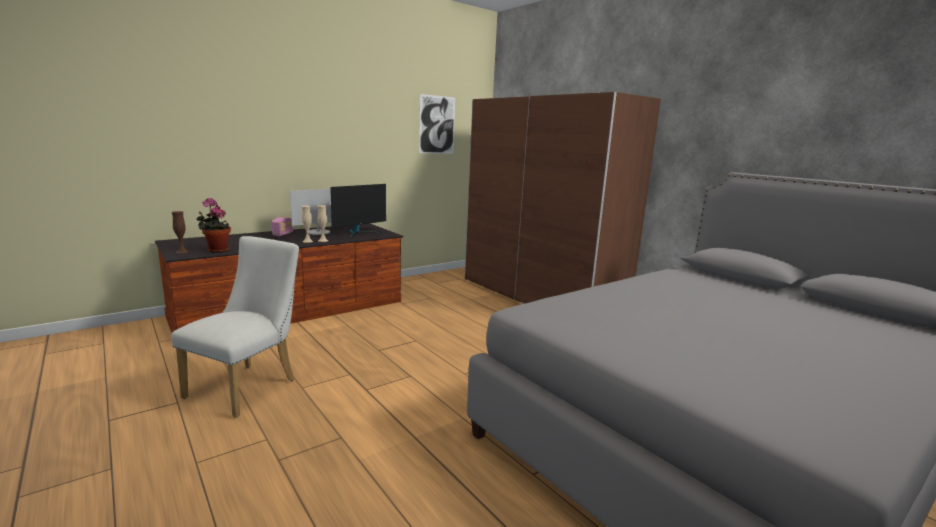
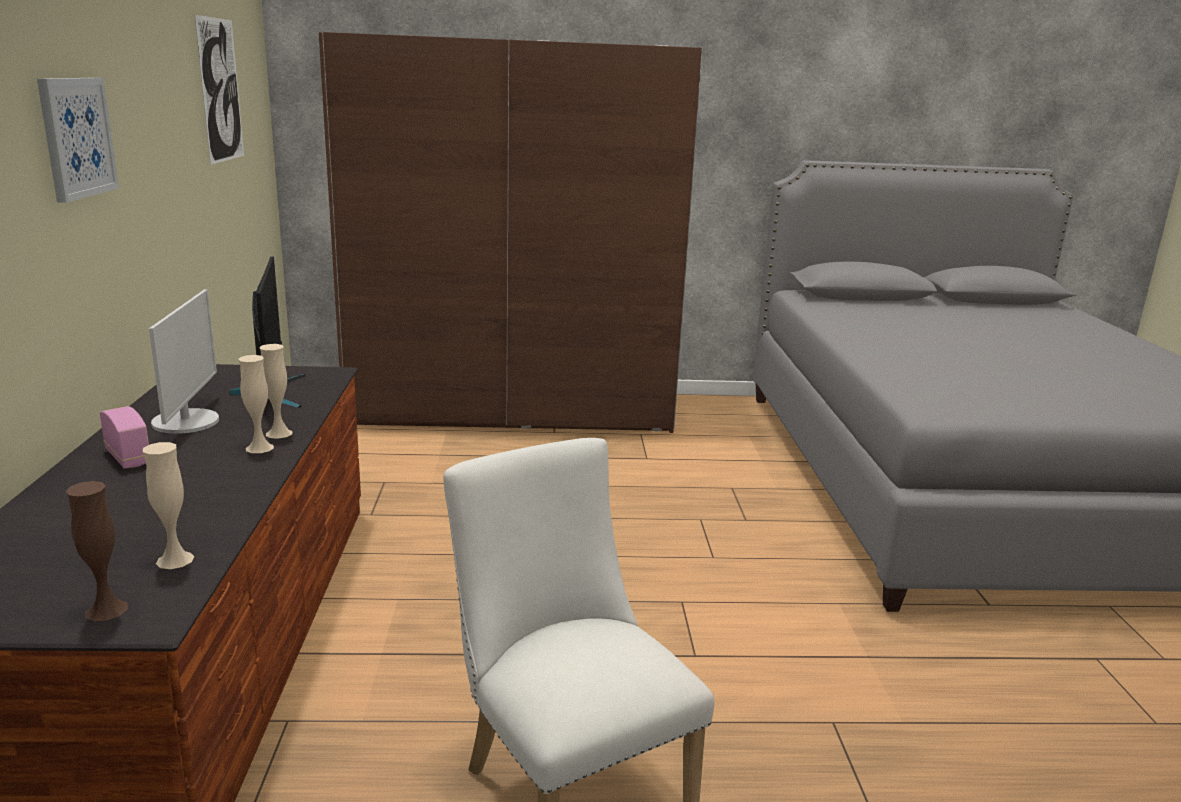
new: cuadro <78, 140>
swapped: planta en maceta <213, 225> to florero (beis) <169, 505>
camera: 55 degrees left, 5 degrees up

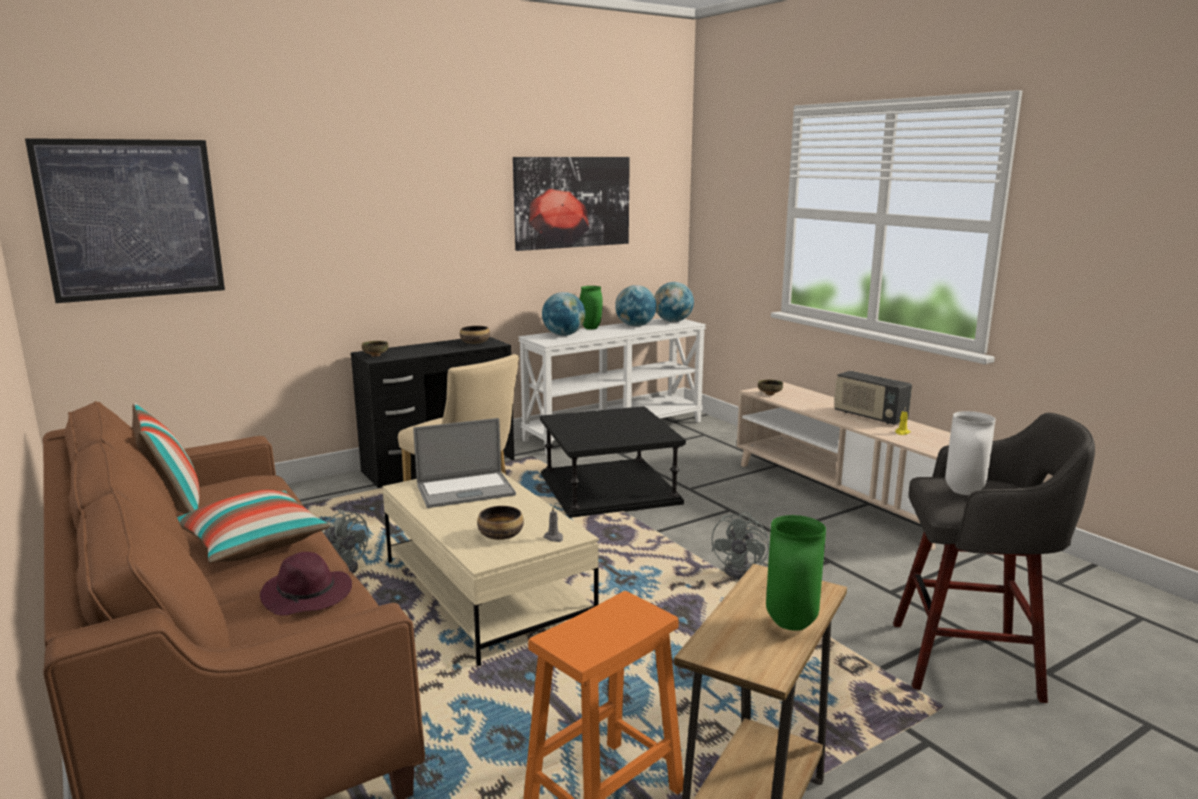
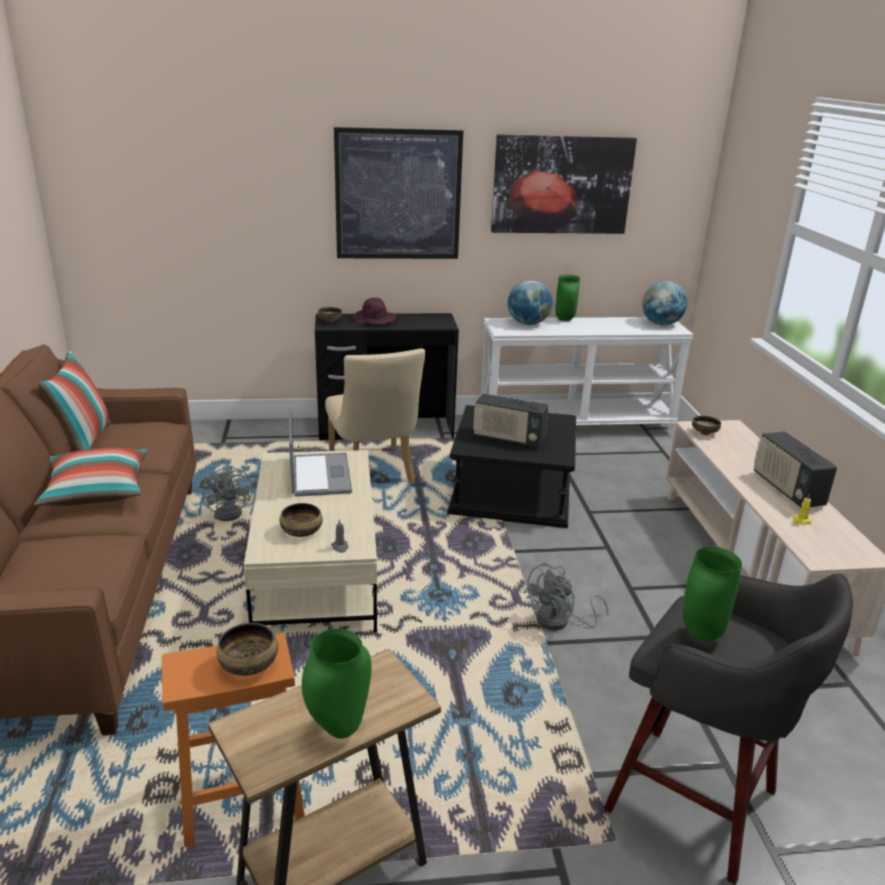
gone: globo terráqueo <636, 306>
new: radio <511, 420>
shifted: cuenco <475, 335> to <247, 649>; cuadro <125, 220> to <398, 193>; sombrero (morado) <306, 583> to <374, 311>
repainted: florero (blanco) <970, 453> to florero (verde) <712, 594>
rotated: portátil <464, 463> = <320, 452> 105 degrees counterclockwise
camera: 25 degrees right, 10 degrees up

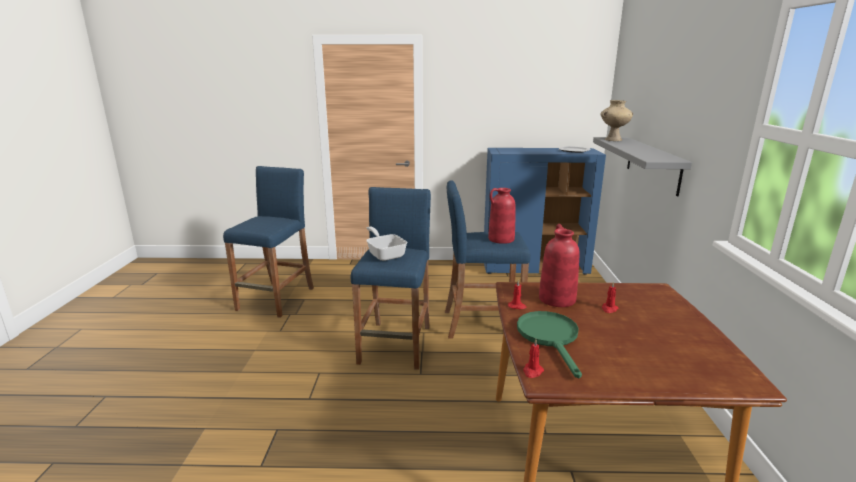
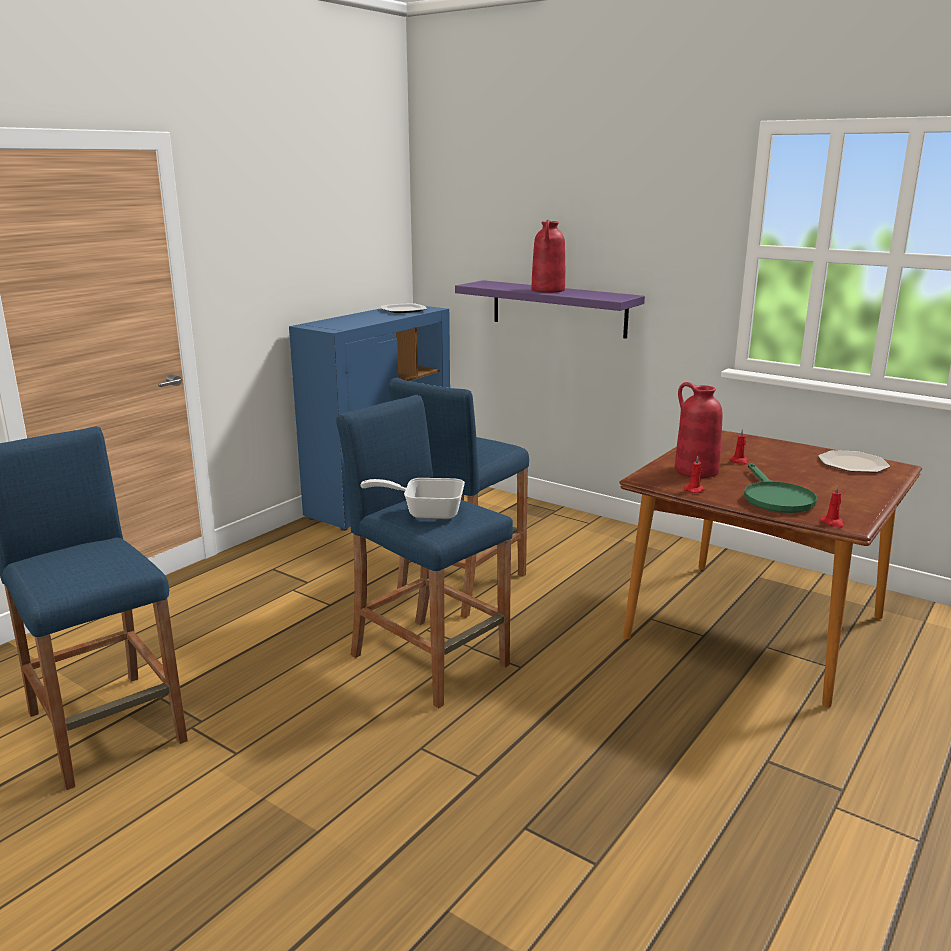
gone: florero (beis) <616, 120>
new: plato <854, 461>
shifted: florero (rojo) <501, 216> to <548, 256>
repainted: estante (gris) <642, 166> to estante (morado) <550, 309>
rotated: sartén (verde) <549, 344> = <780, 488> 120 degrees counterclockwise
camera: 55 degrees left, 0 degrees up

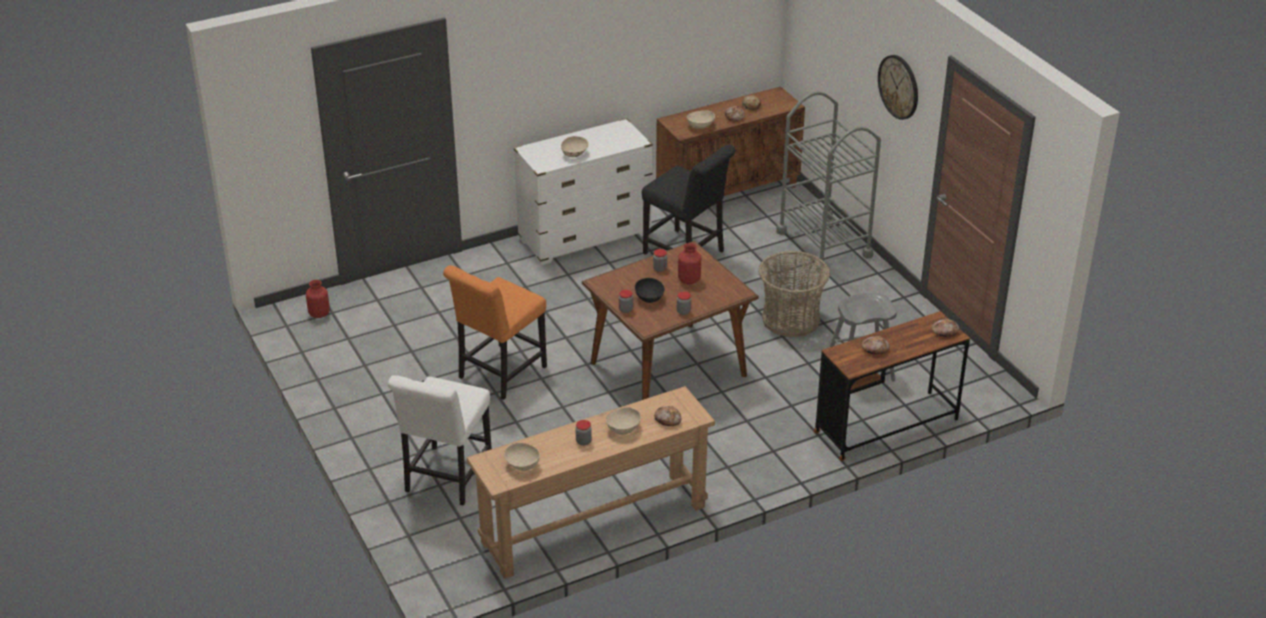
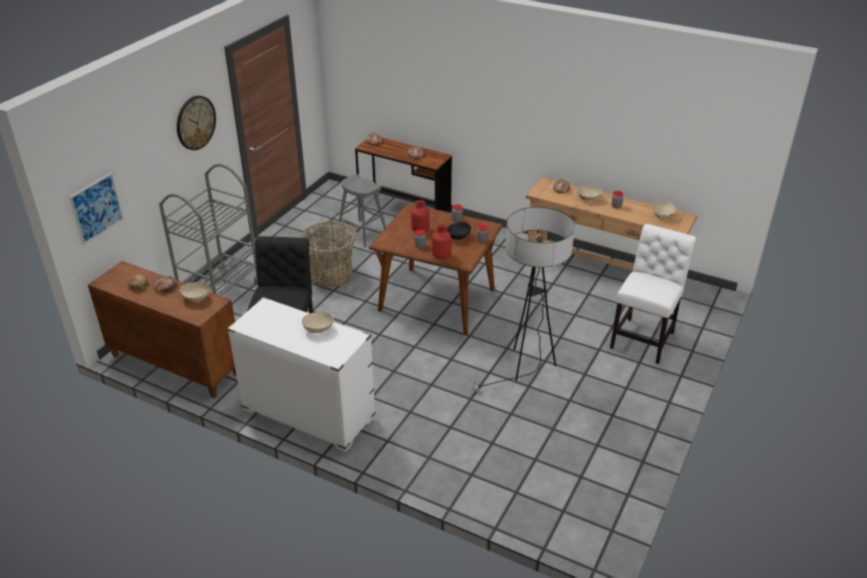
new: cuadro <96, 208>
shifted: florero (rojo) <318, 299> to <441, 242>
swapped: silla (naranja) <495, 332> to lámpara de pie <523, 300>
rotated: silla (blanco) <440, 440> = <653, 294> 45 degrees counterclockwise
camera: 125 degrees left, 0 degrees up

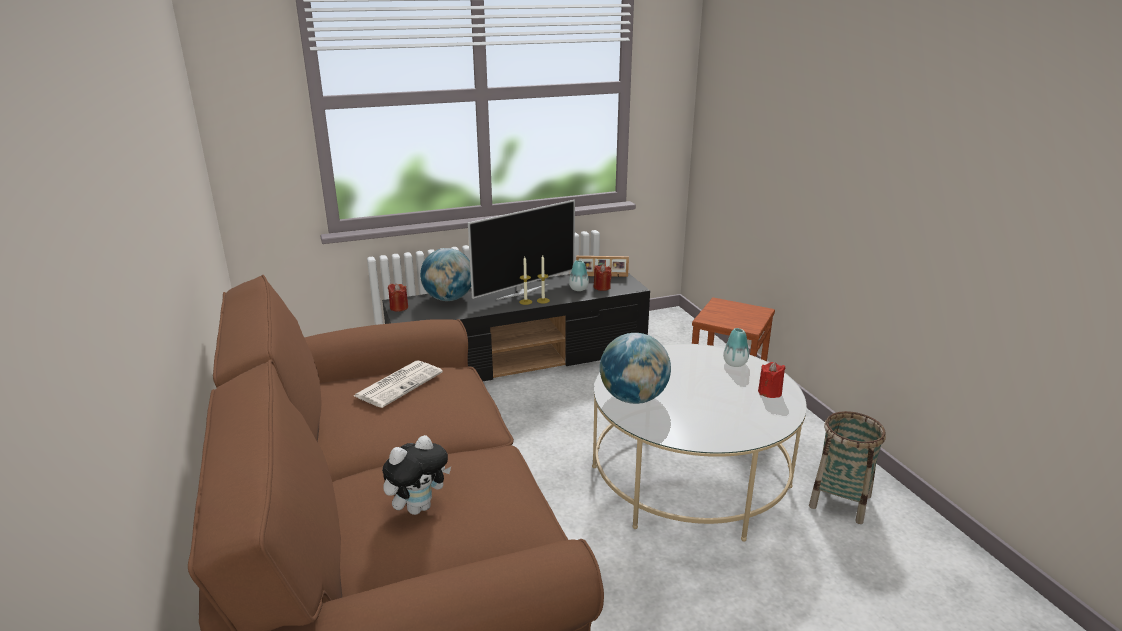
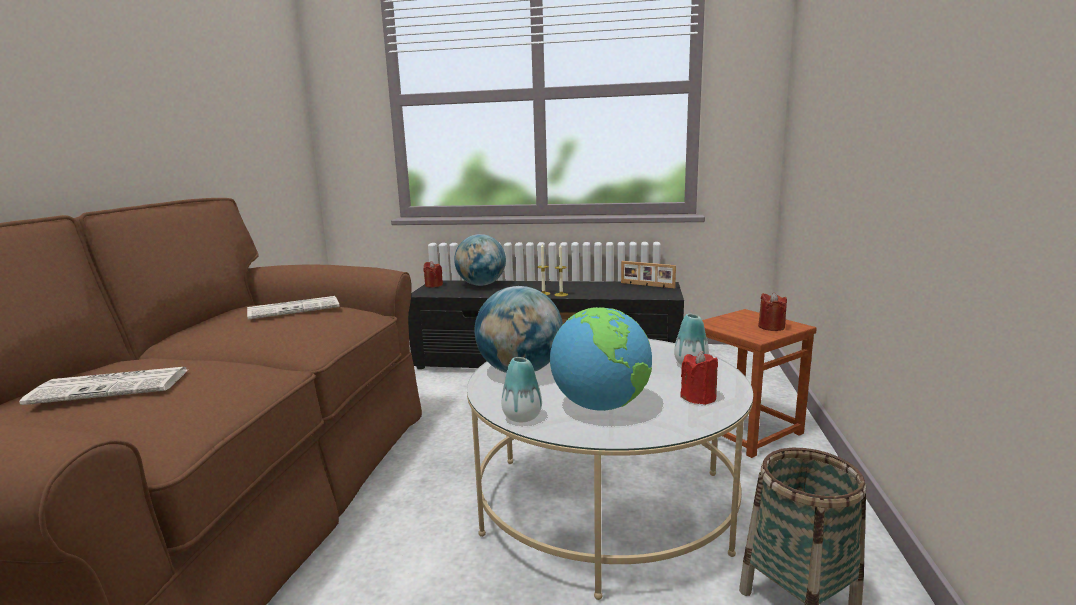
gone: televisor <521, 250>
new: globo terráqueo <601, 359>
shifted: florero <579, 275> to <521, 389>; vela (rojo) <603, 277> to <772, 311>
swapped: peluche <416, 475> to periódico <103, 386>
camera: 30 degrees right, 10 degrees down

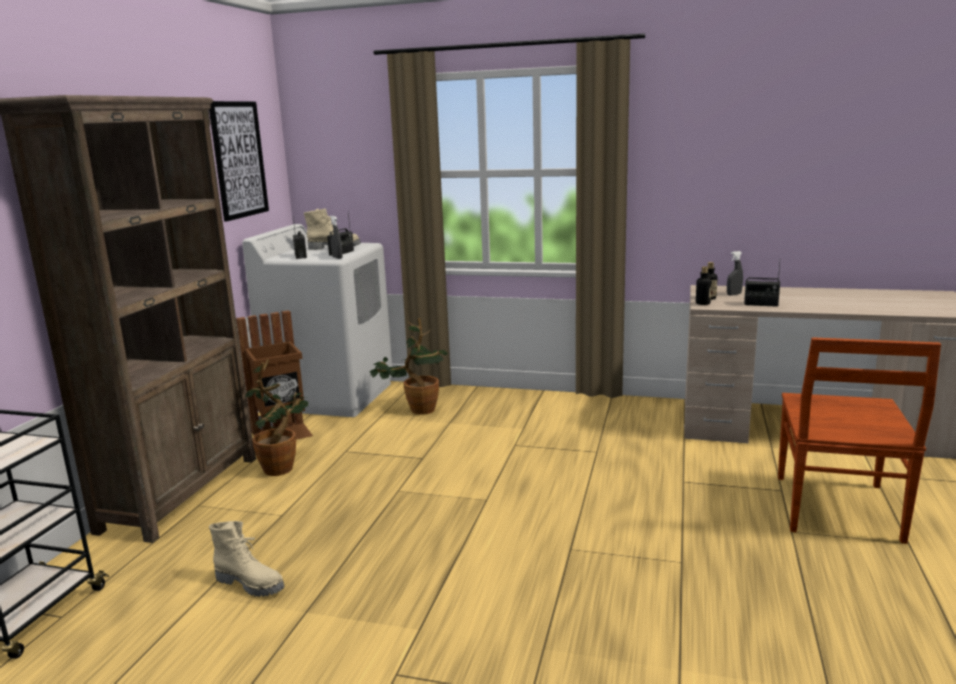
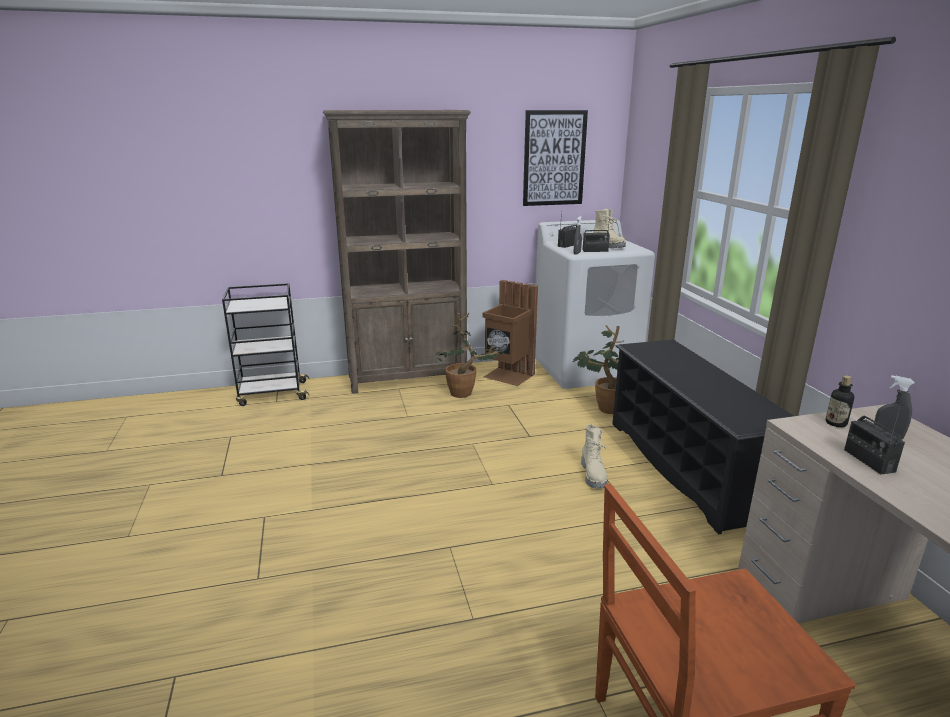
gone: botella <704, 285>
new: zapatero (negro) <703, 437>
shifted: bota (beis) <246, 559> to <594, 456>
camera: 60 degrees right, 5 degrees up

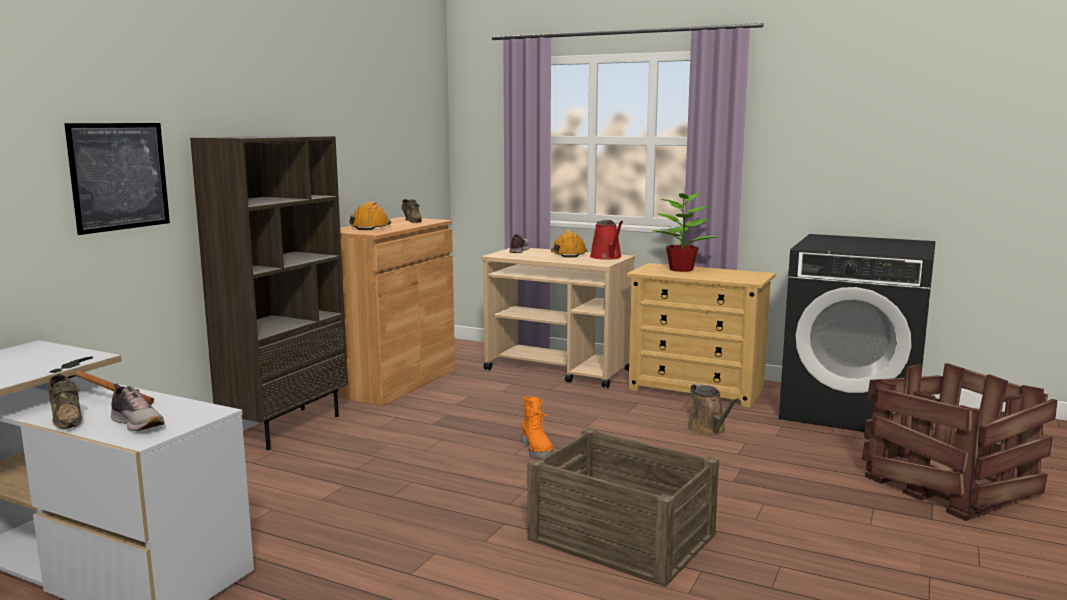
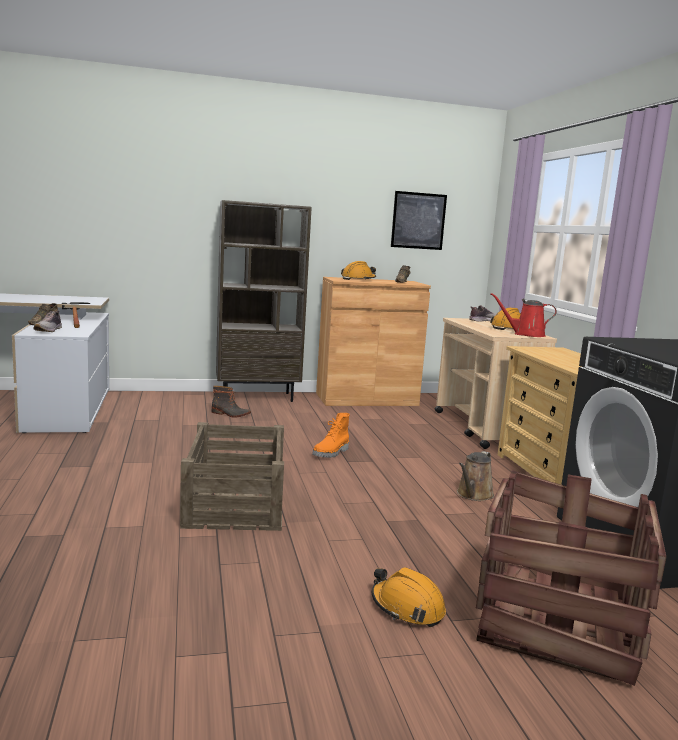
gone: planta en maceta <686, 230>
new: bota <231, 402>; casco (naranja) <409, 597>
shifted: cuadro <117, 179> to <419, 220>
rotated: regadera (rojo) <606, 240> = <523, 315> 60 degrees clockwise
camera: 50 degrees right, 0 degrees up

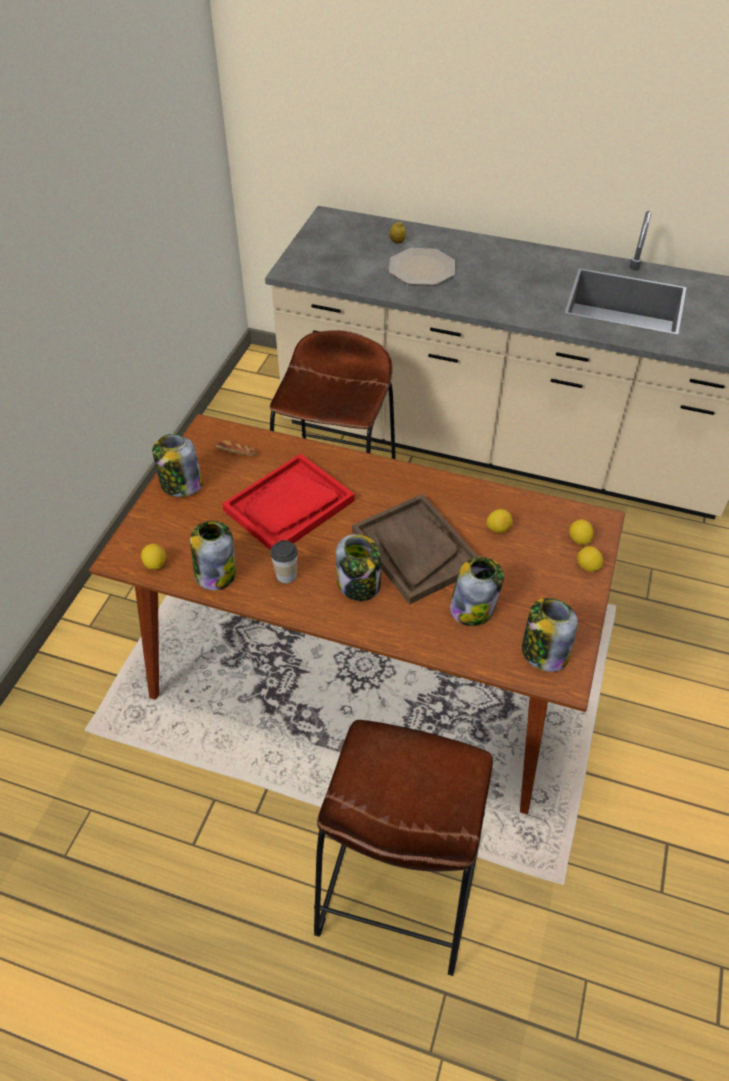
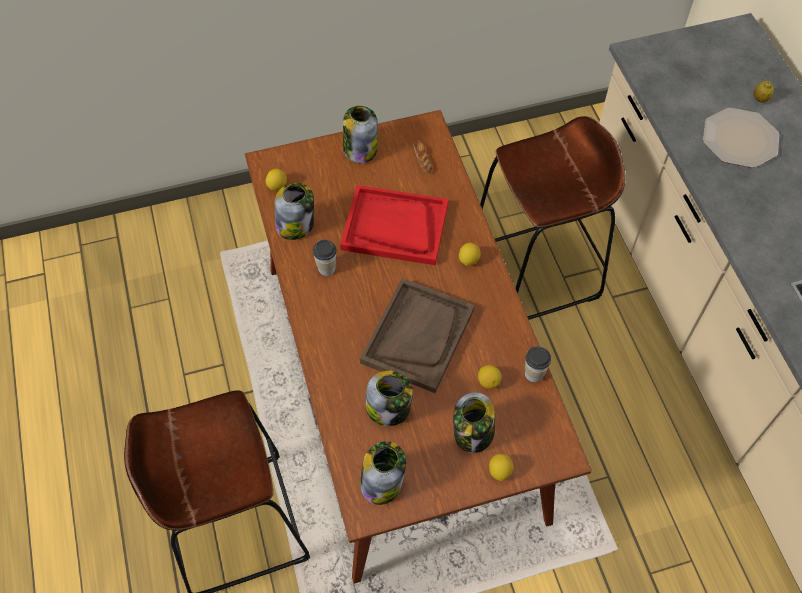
new: taza <538, 364>
shifted: tarro <358, 567> to <474, 422>; limón <581, 532> to <470, 254>
camera: 55 degrees right, 10 degrees up

